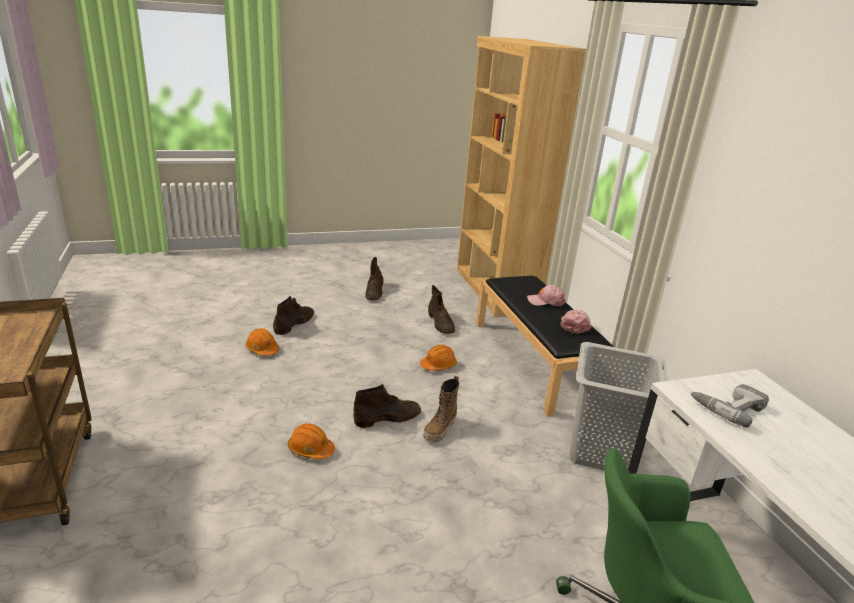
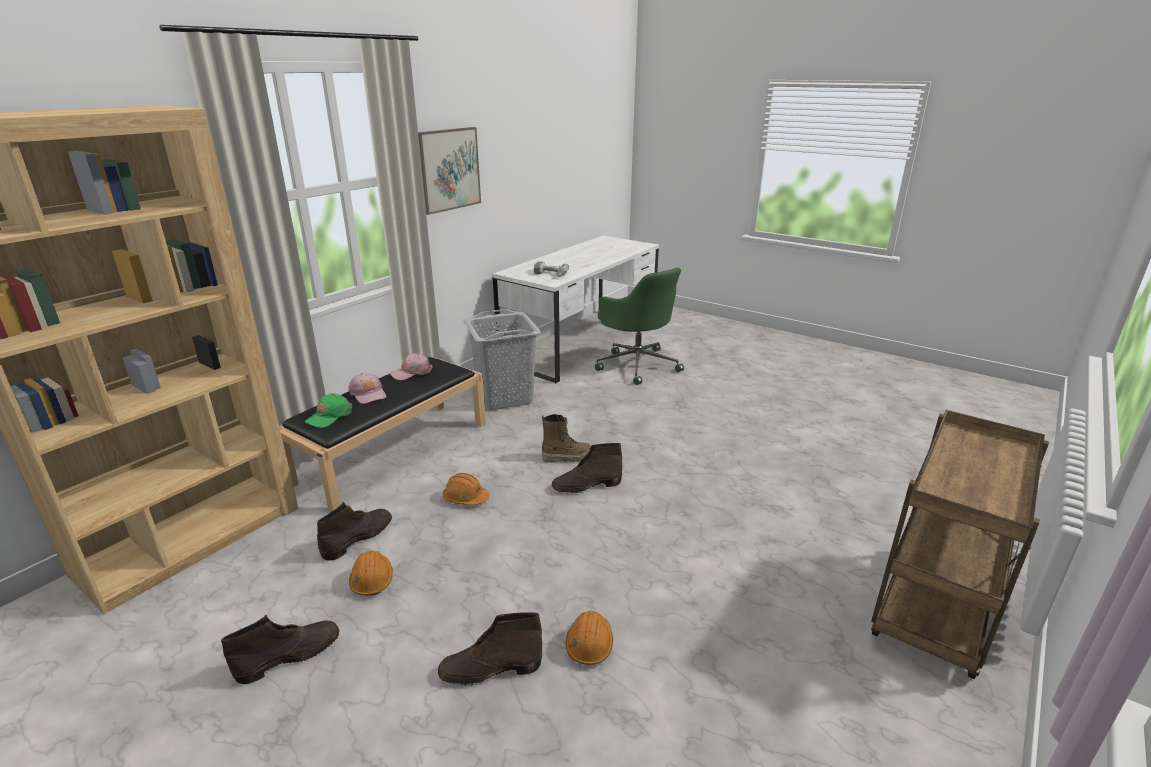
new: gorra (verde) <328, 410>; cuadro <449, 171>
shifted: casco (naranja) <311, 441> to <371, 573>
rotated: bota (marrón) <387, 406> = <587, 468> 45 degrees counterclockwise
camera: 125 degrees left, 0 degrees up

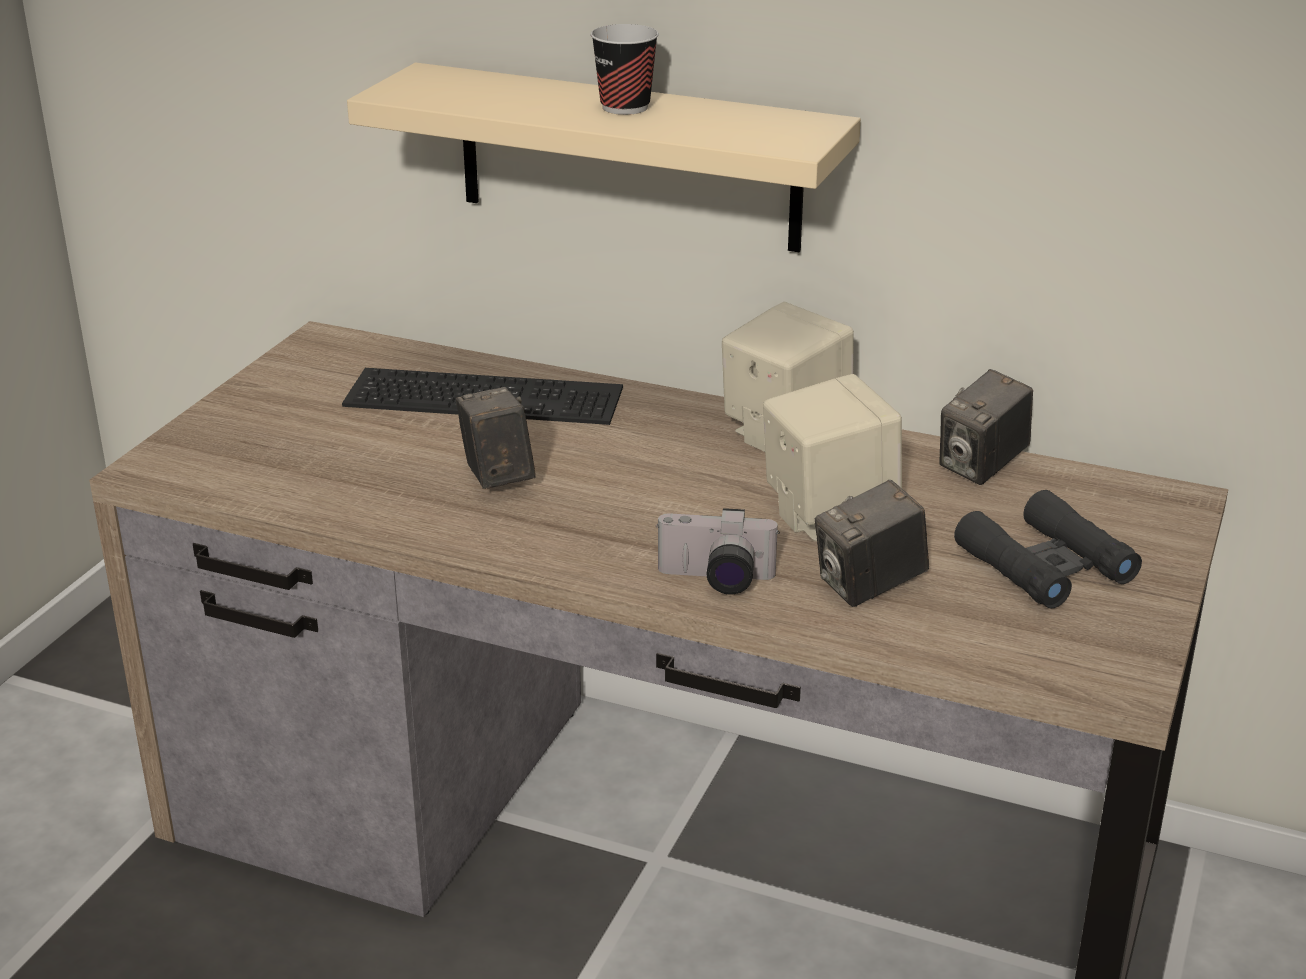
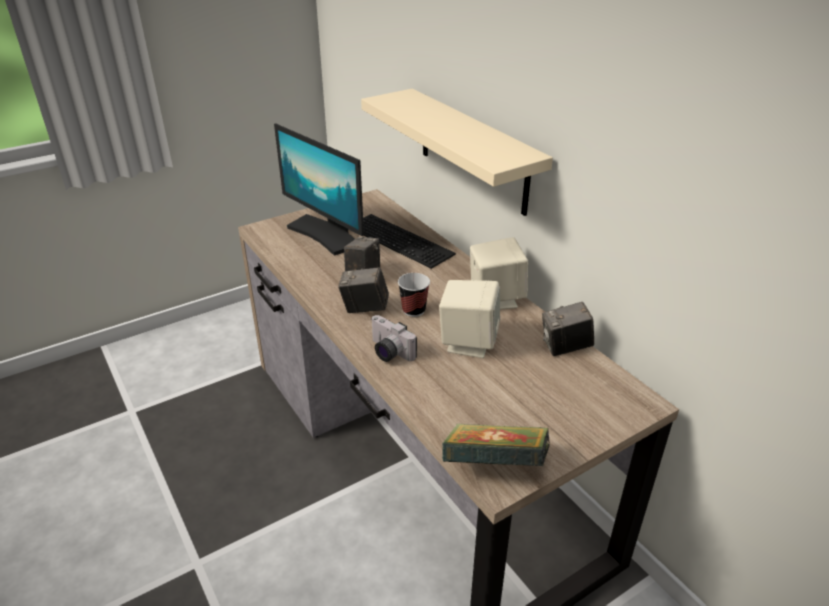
gone: prismáticos (negro) <1048, 549>
new: monitor <319, 189>; libro <496, 445>
shifted: cámara <872, 543> to <363, 290>; taza <625, 69> to <414, 295>
camera: 35 degrees right, 5 degrees up

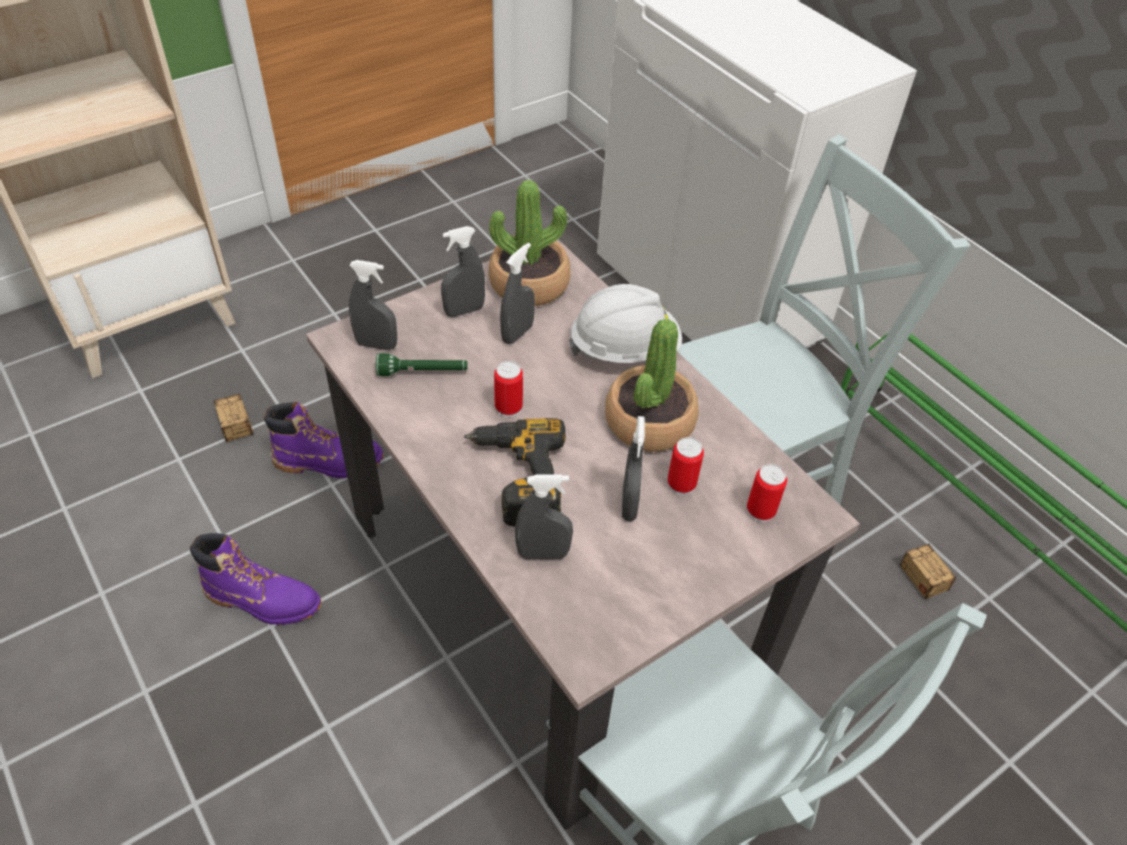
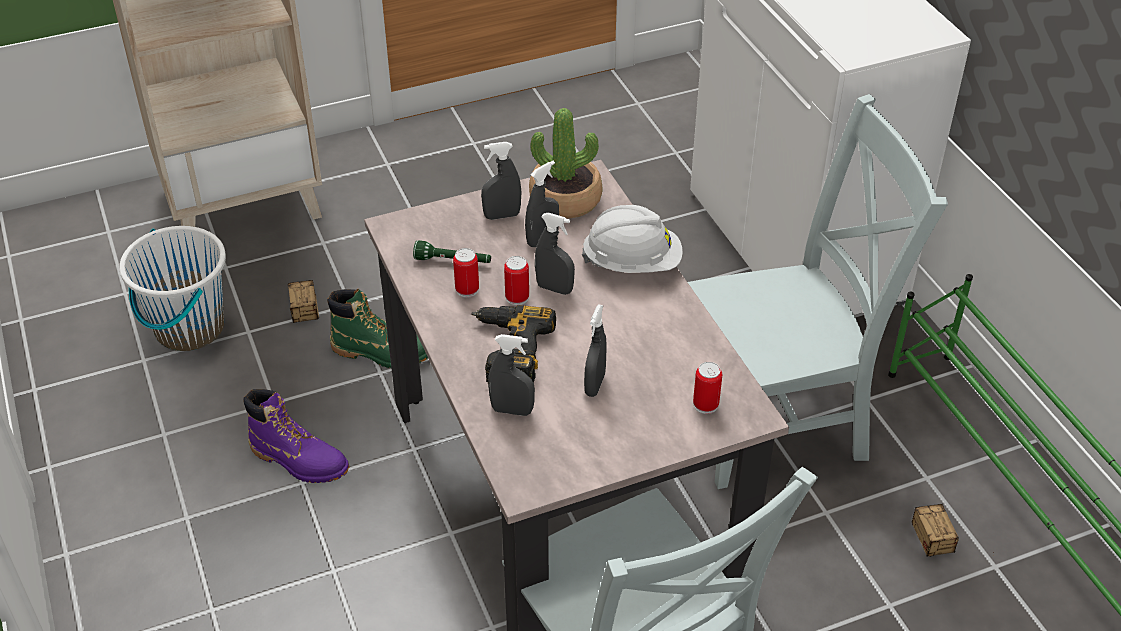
gone: planta en maceta <652, 385>
new: cubo (blanco) <172, 288>
shifted: lata <685, 466> to <466, 273>; pulverizador (gris) <373, 305> to <555, 253>
repainted: bota (morado) <324, 440> to bota (verde) <377, 328>
camera: 15 degrees right, 5 degrees down

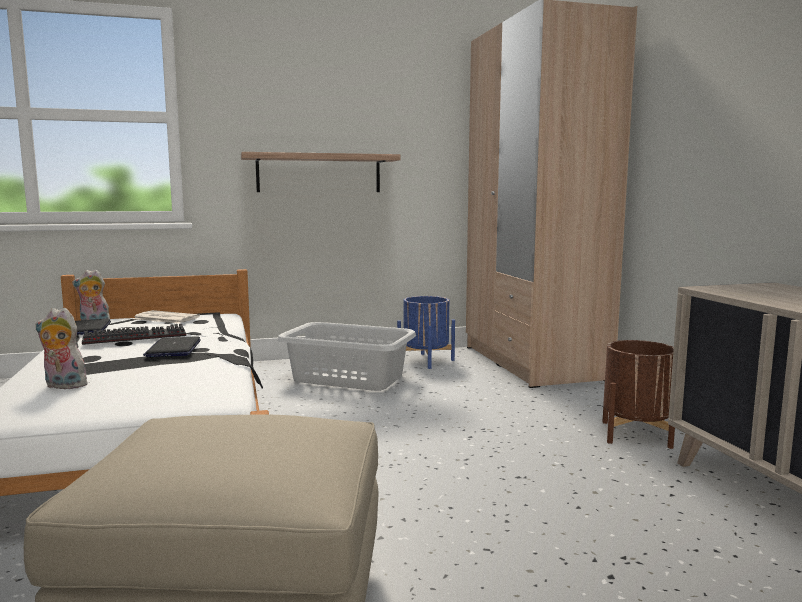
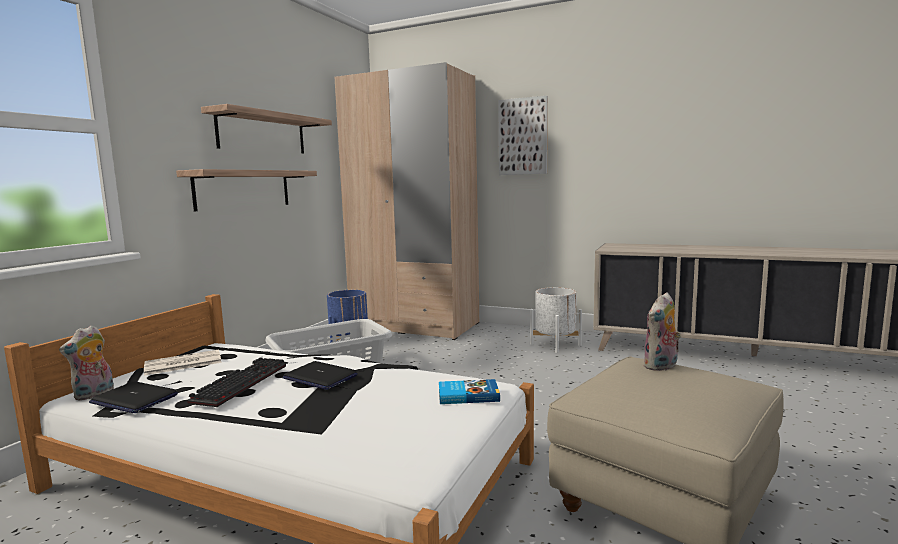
new: estante <266, 129>; libro <469, 391>; cuadro <523, 135>
shifted: peluche <61, 348> to <662, 331>
repainted: maceta (marrón) <638, 394> to maceta (blanco) <556, 320>
camera: 50 degrees left, 0 degrees up

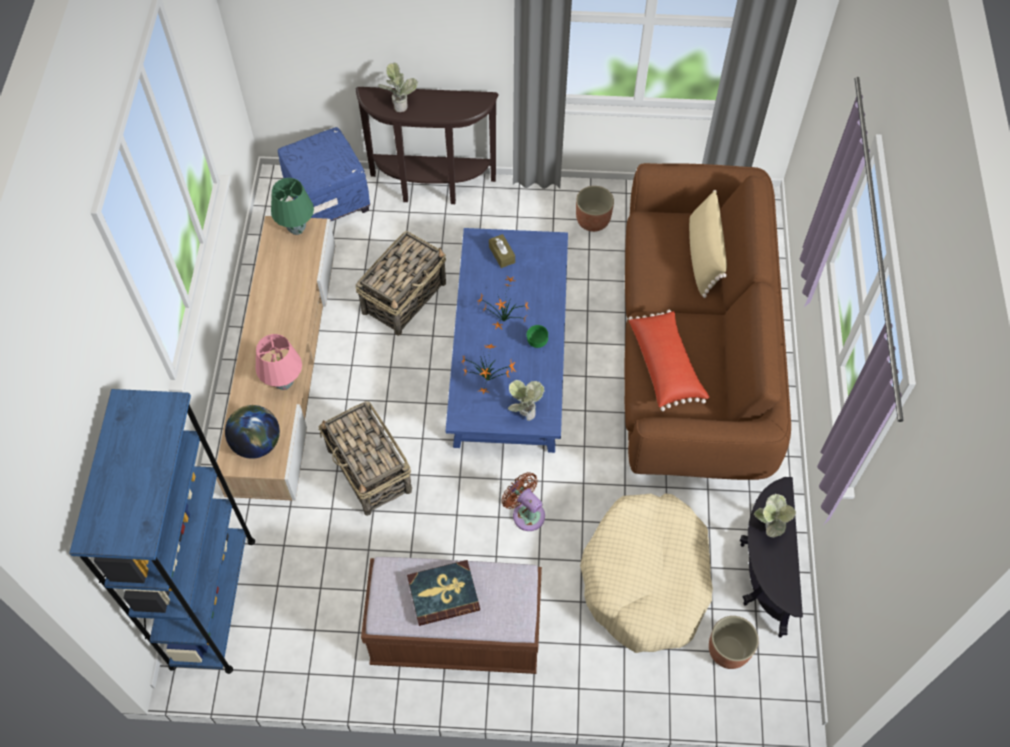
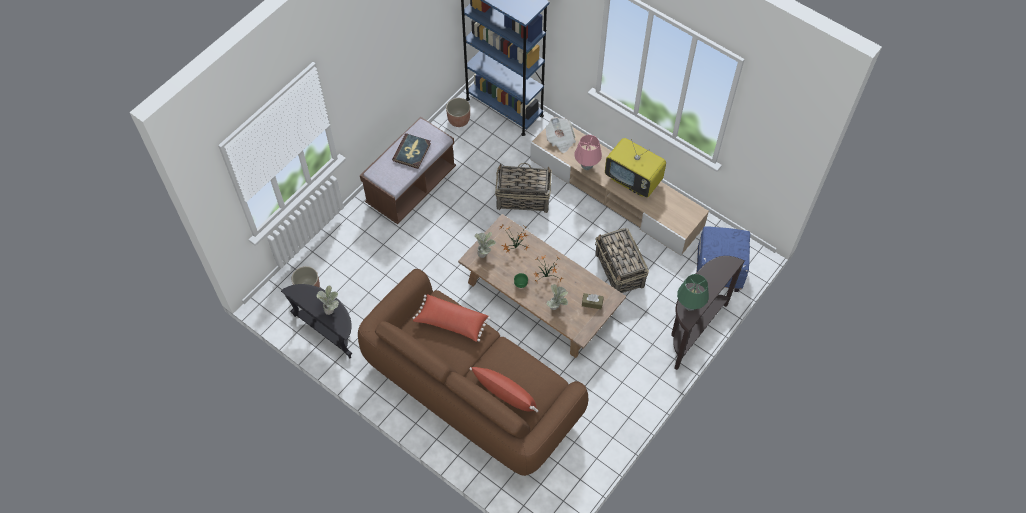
gone: ventilador (marrón) <523, 501>; cama para perro (beis) <646, 573>
new: televisor <635, 167>
shifted: maceta <595, 209> to <458, 112>; planta en maceta <398, 87> to <557, 297>; lámpara de mesa (verde) <292, 206> to <693, 292>
swapped: globo terráqueo <252, 432> to periódico <560, 135>
repainted: mesa de centro (azul) <506, 340> to mesa de centro (marrón) <542, 286>; cojín (beis) <708, 244> to cojín (rojo) <504, 389>
camera: 125 degrees right, 0 degrees up

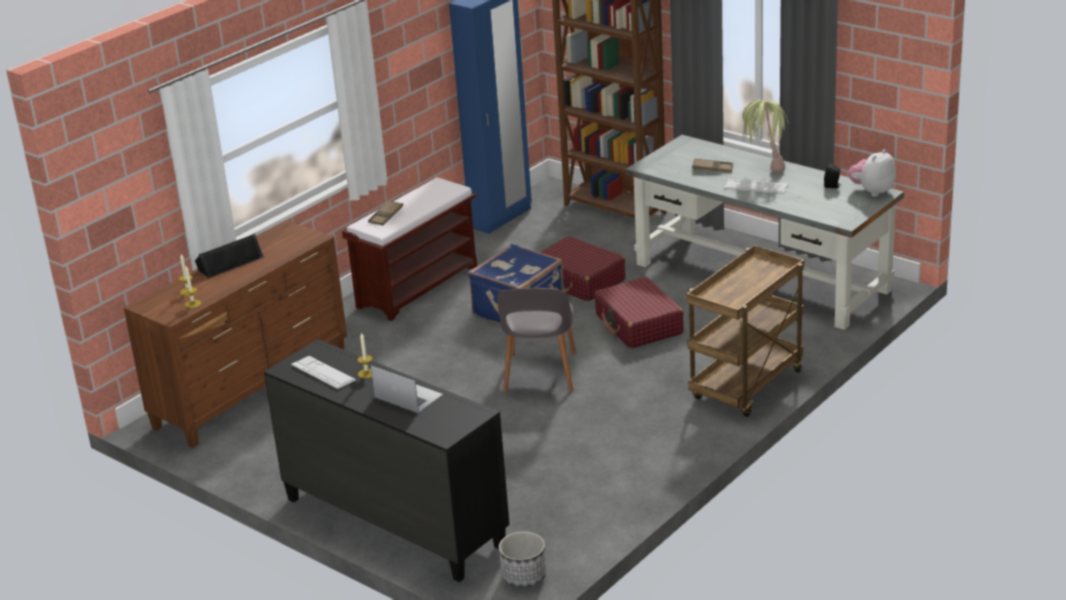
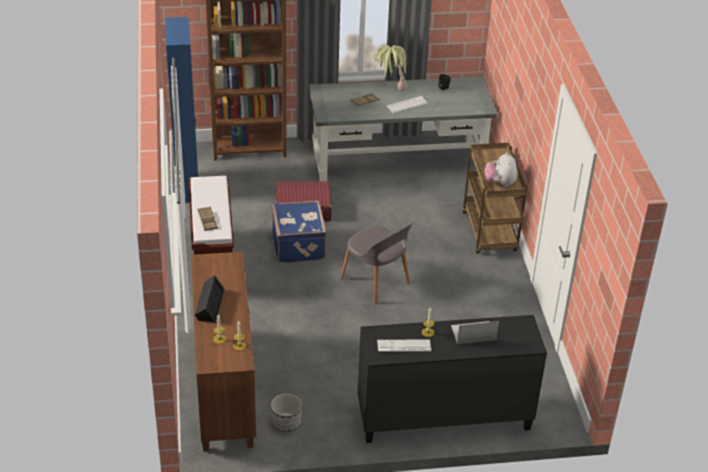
gone: maleta (rojo) <639, 313>
shifted: maceta <522, 560> to <286, 412>; peluche <872, 173> to <500, 169>
camera: 50 degrees left, 10 degrees up

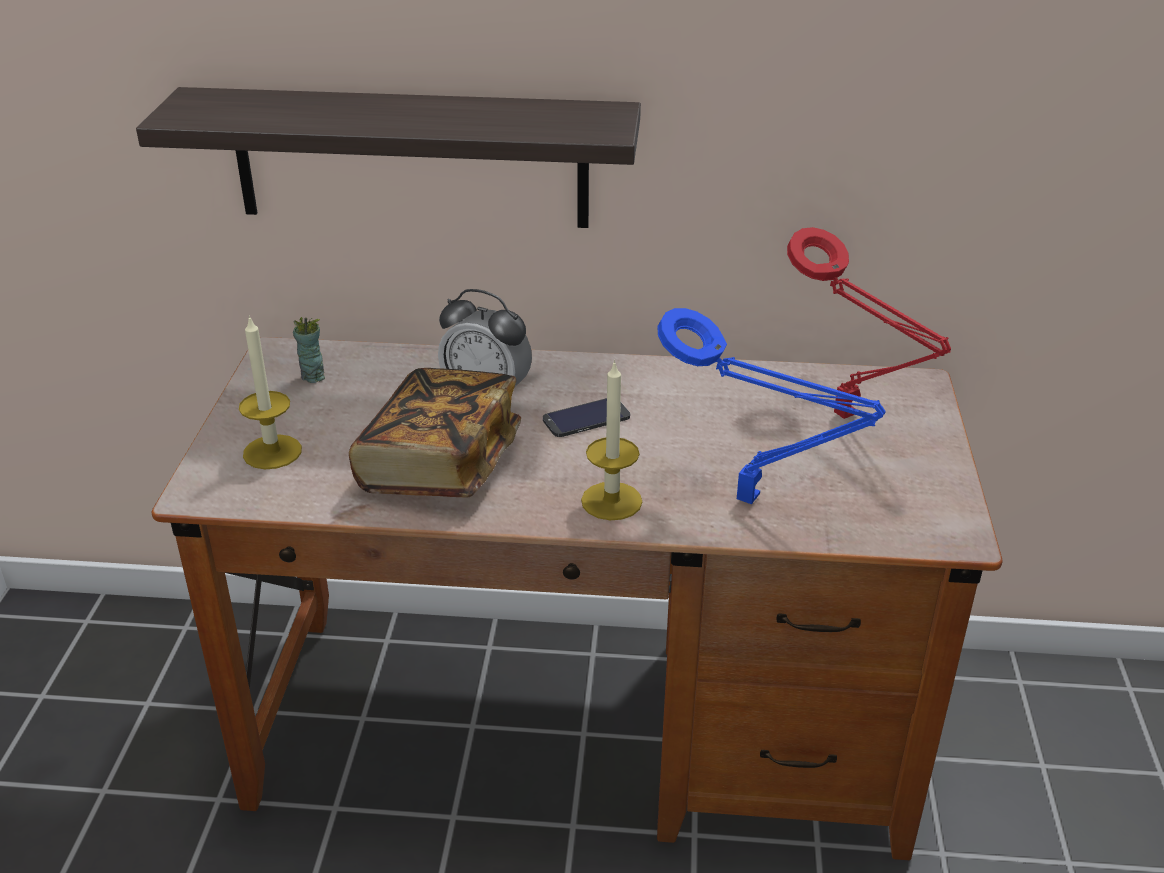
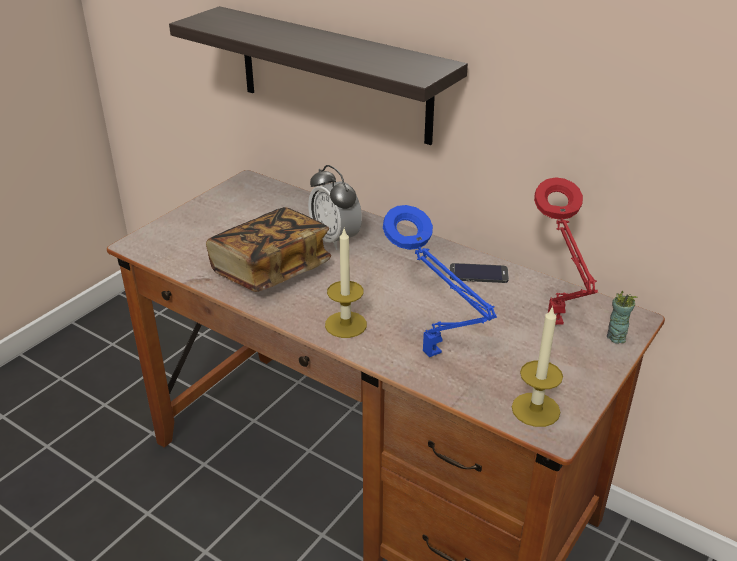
shifted: móvil <586, 417> to <479, 273>; vela <270, 392> to <537, 366>; taza <309, 350> to <622, 317>
camera: 30 degrees right, 0 degrees up

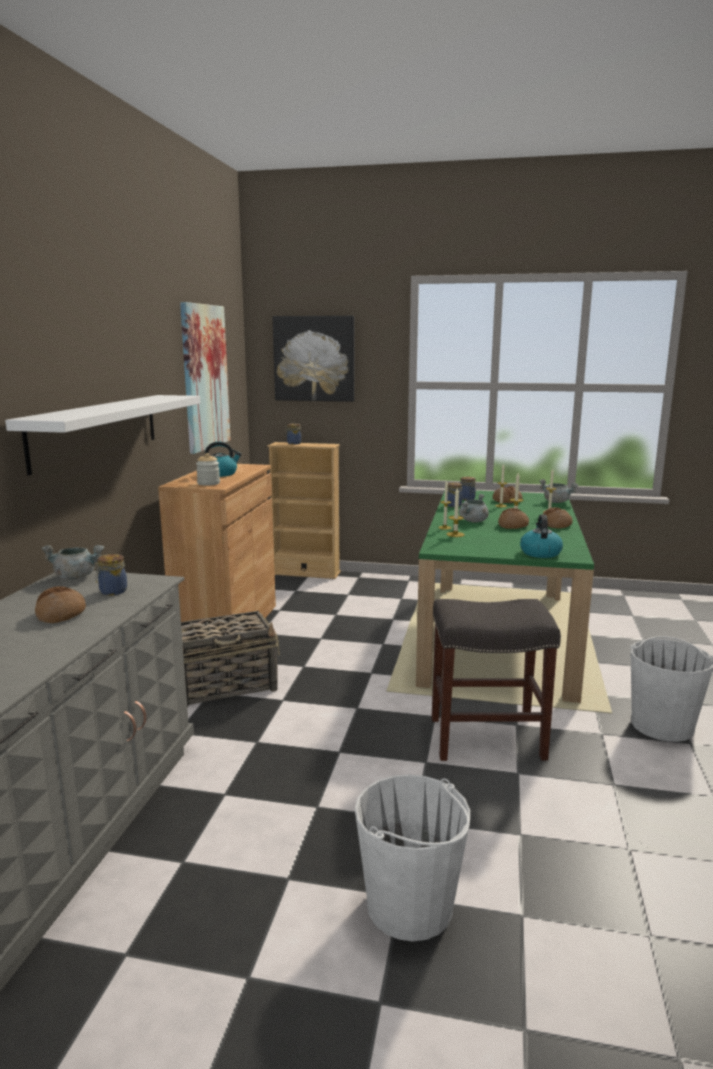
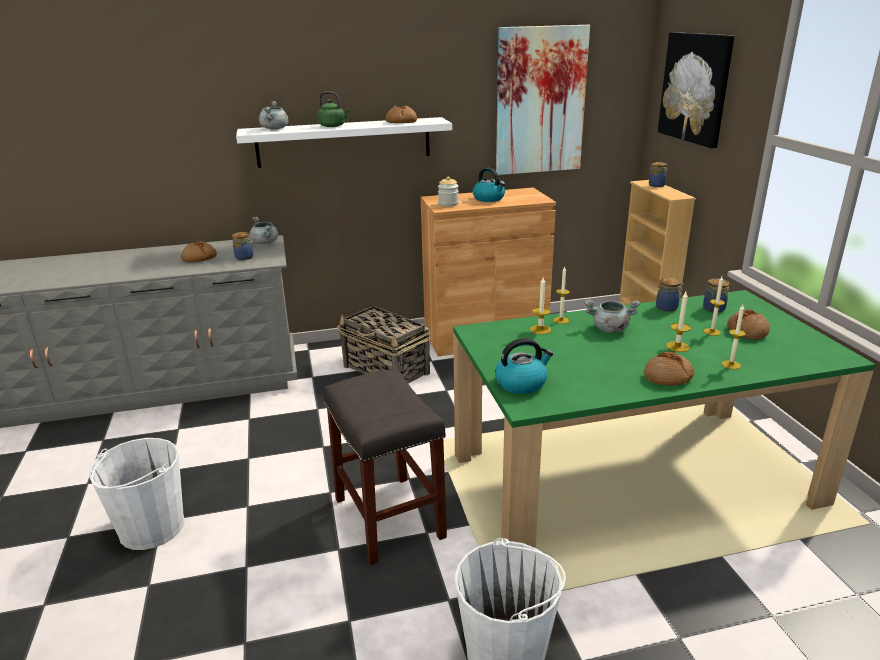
new: hervidor (verde) <333, 109>
shifted: olla (gris) <558, 491> to <273, 115>; pan <513, 518> to <401, 114>
camera: 65 degrees right, 10 degrees up

